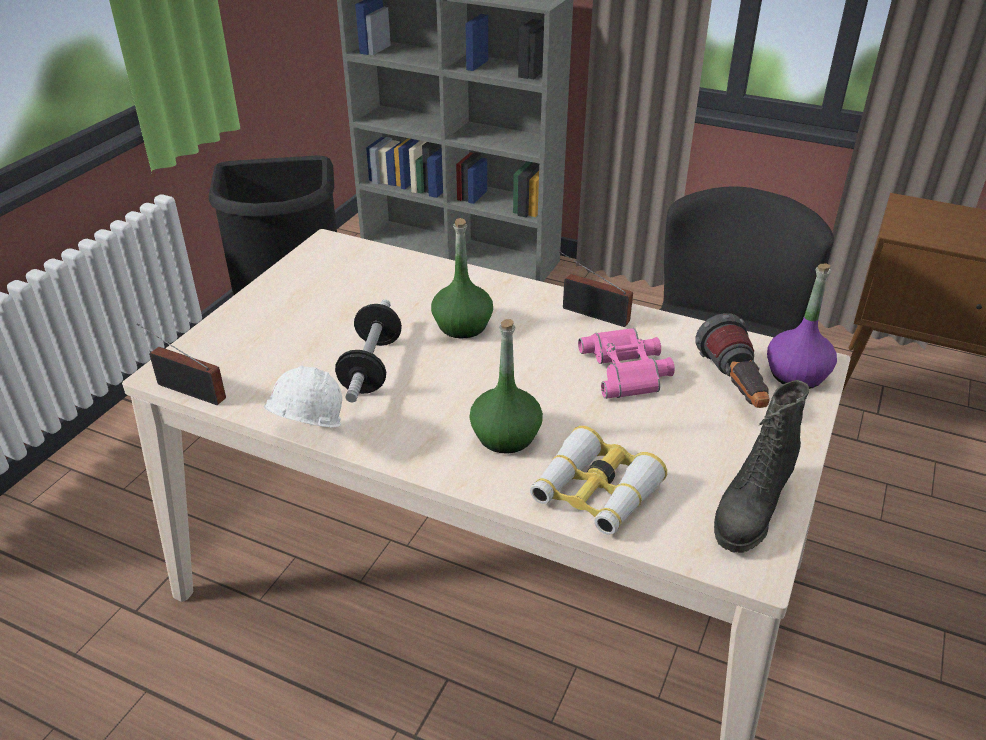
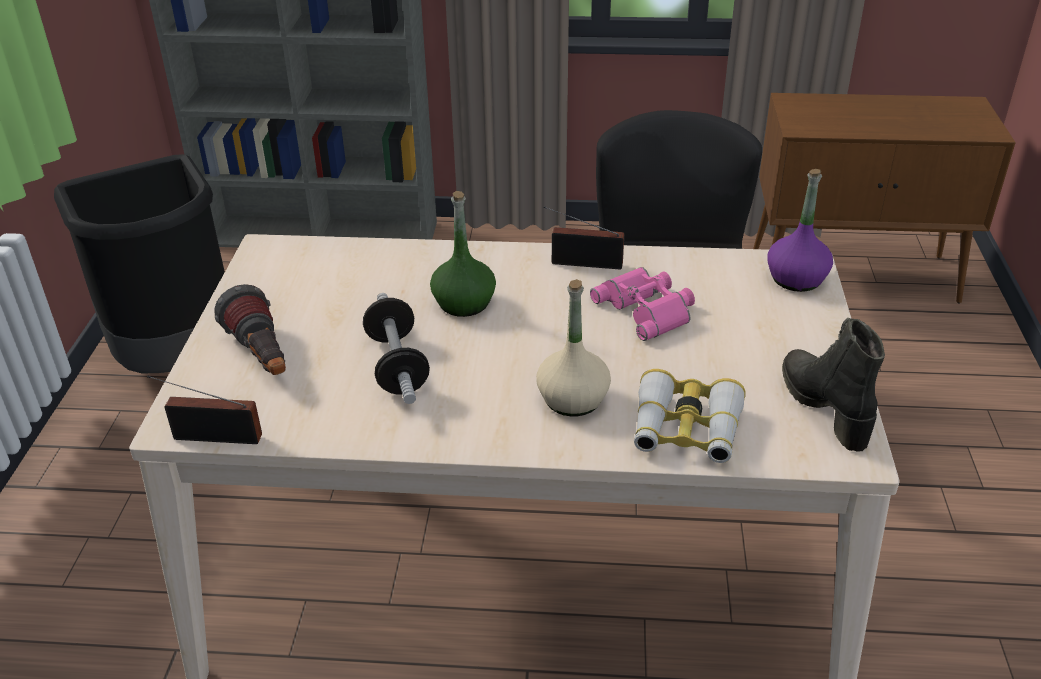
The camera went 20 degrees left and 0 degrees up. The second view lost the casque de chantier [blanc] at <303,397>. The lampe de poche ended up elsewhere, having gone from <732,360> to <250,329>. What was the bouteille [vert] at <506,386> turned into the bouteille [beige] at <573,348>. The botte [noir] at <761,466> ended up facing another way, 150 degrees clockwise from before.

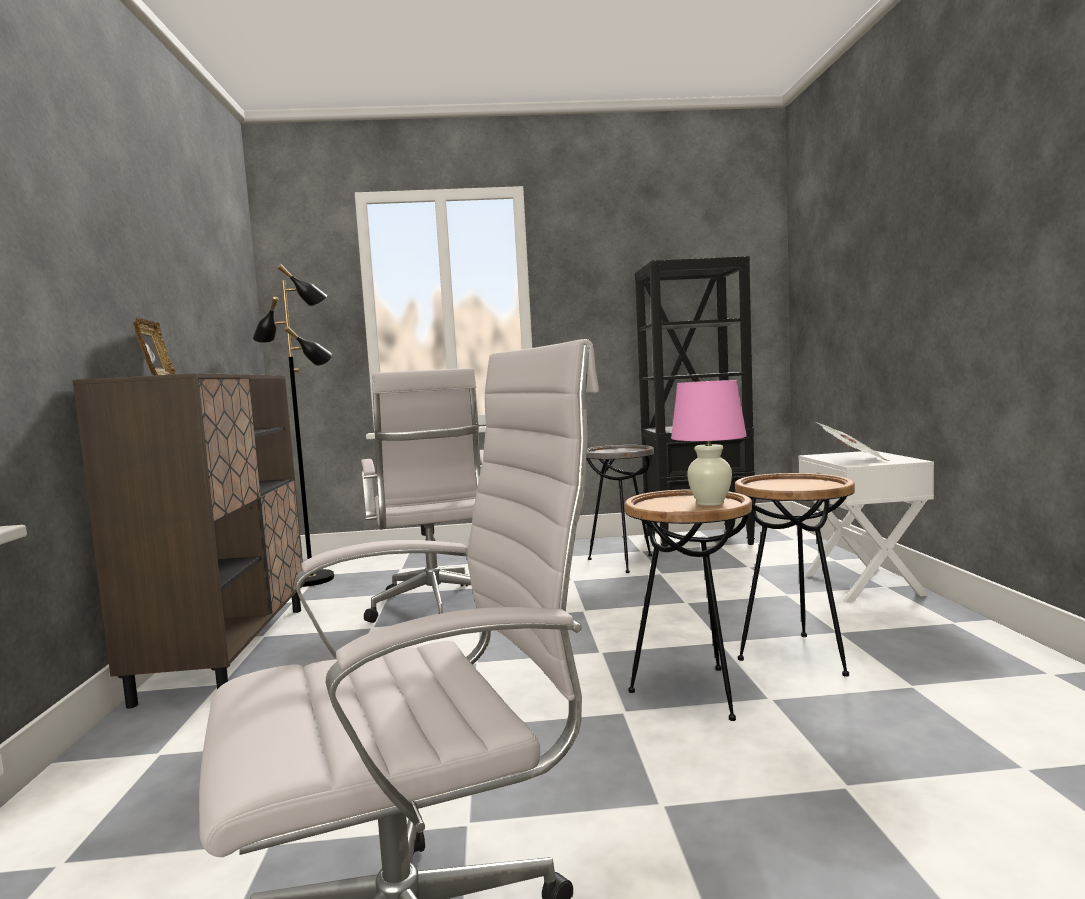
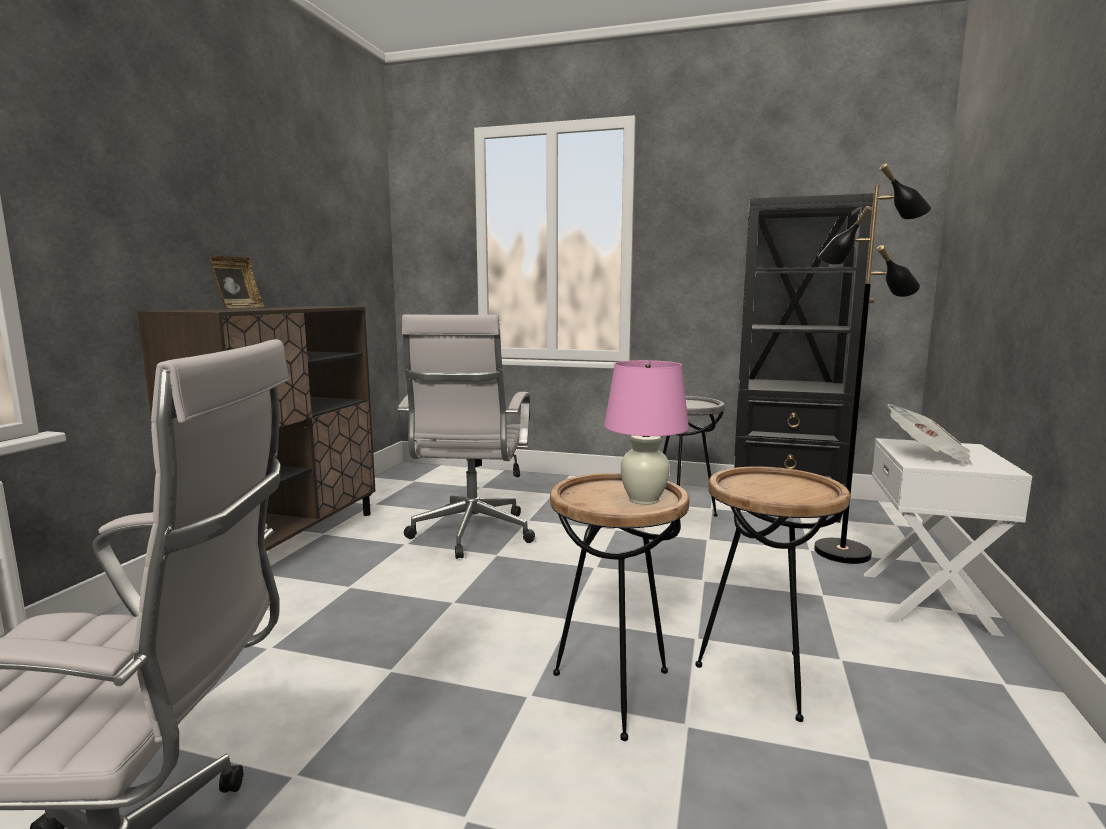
The camera went 20 degrees right and 5 degrees up. The lampadaire [noir] ended up elsewhere, having gone from <293,425> to <872,364>.

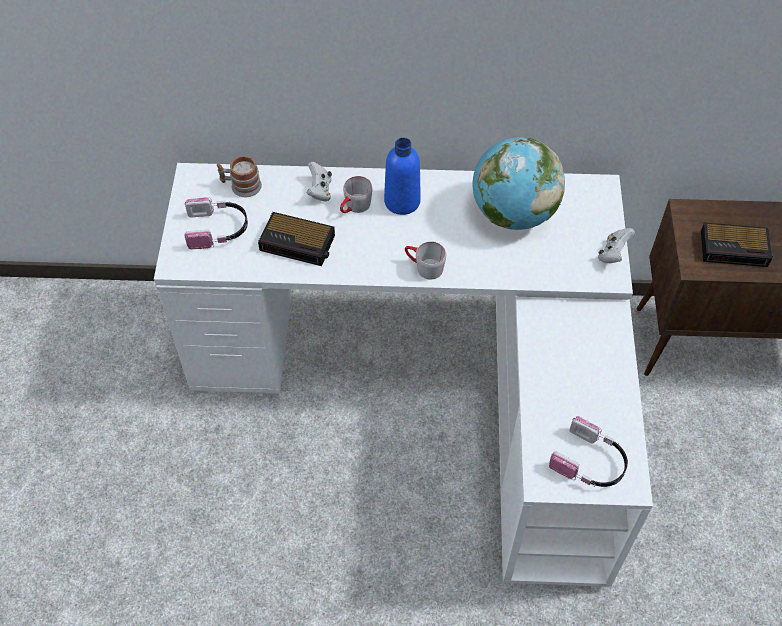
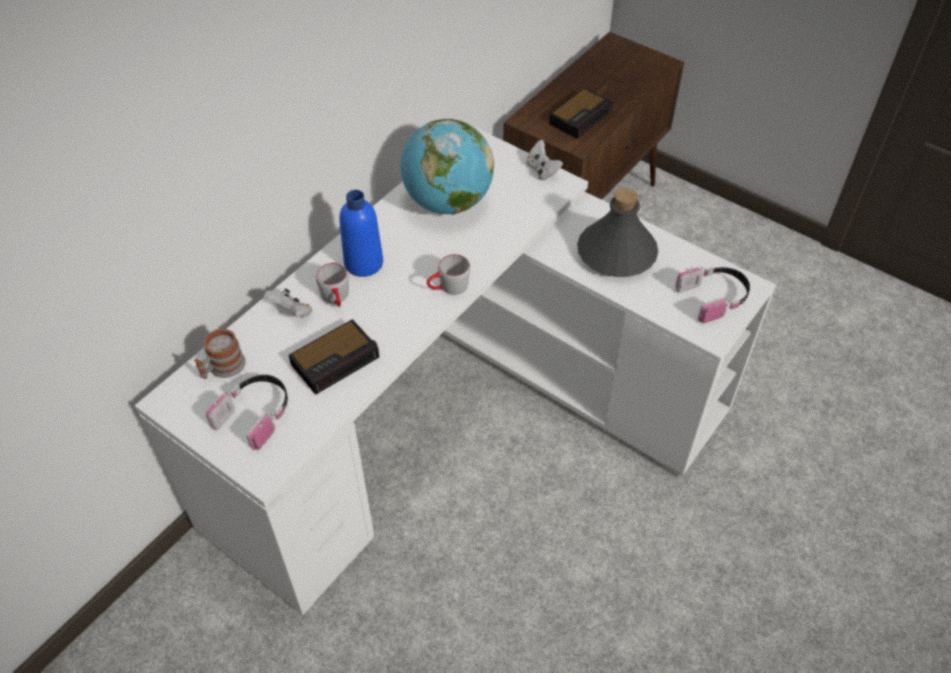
The camera went 55 degrees left and 5 degrees down. The second view gained the bouteille [gris] at <617,232>.

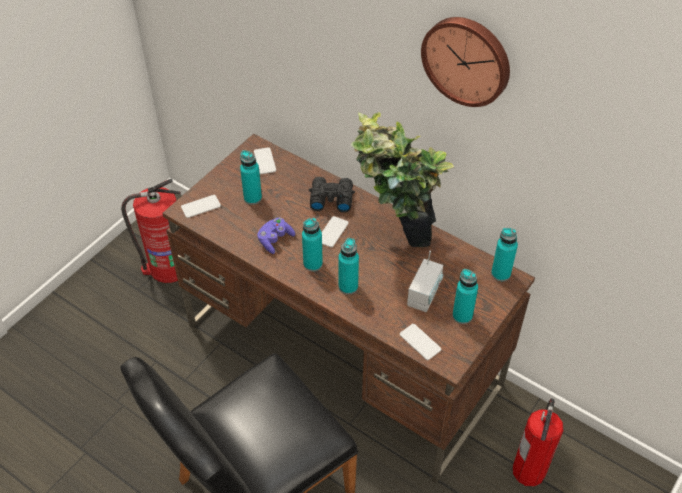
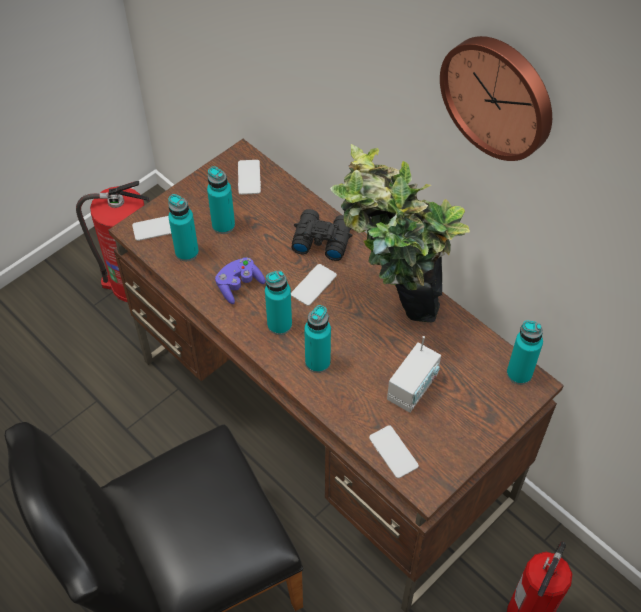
The camera went 10 degrees right and 5 degrees up. The bouteille [turquoise] ended up elsewhere, having gone from <465,296> to <183,227>.

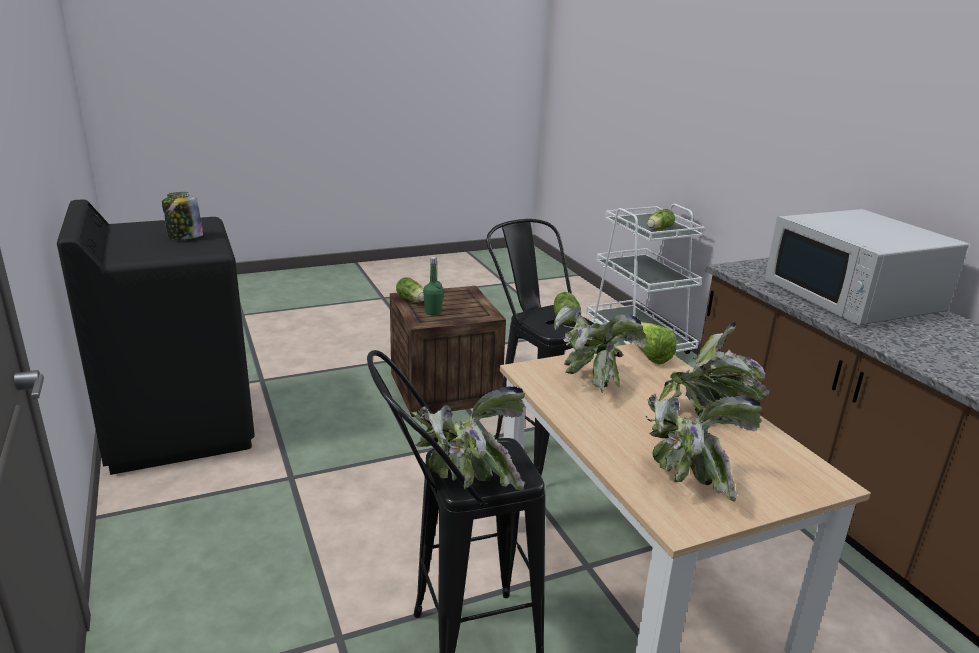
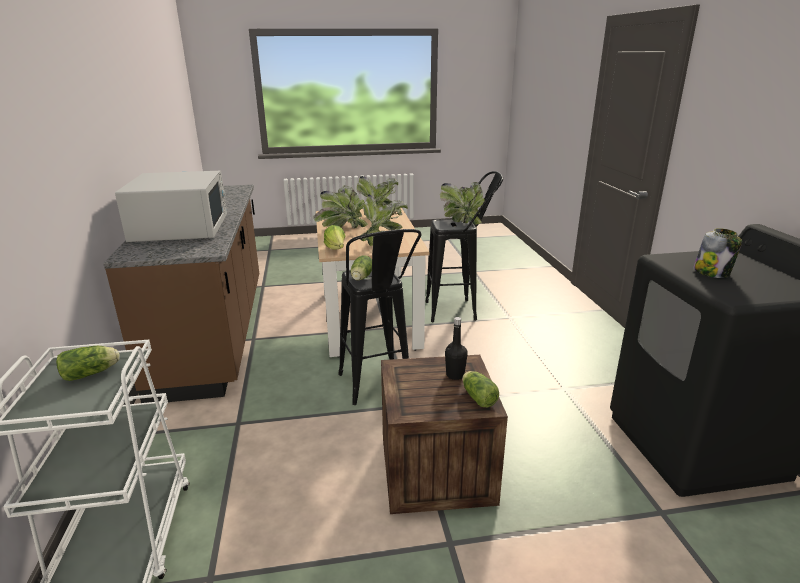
The camera went 165 degrees left and 0 degrees up. What was the bouteille [vert] at <433,286> turned into the bouteille [noir] at <456,348>.

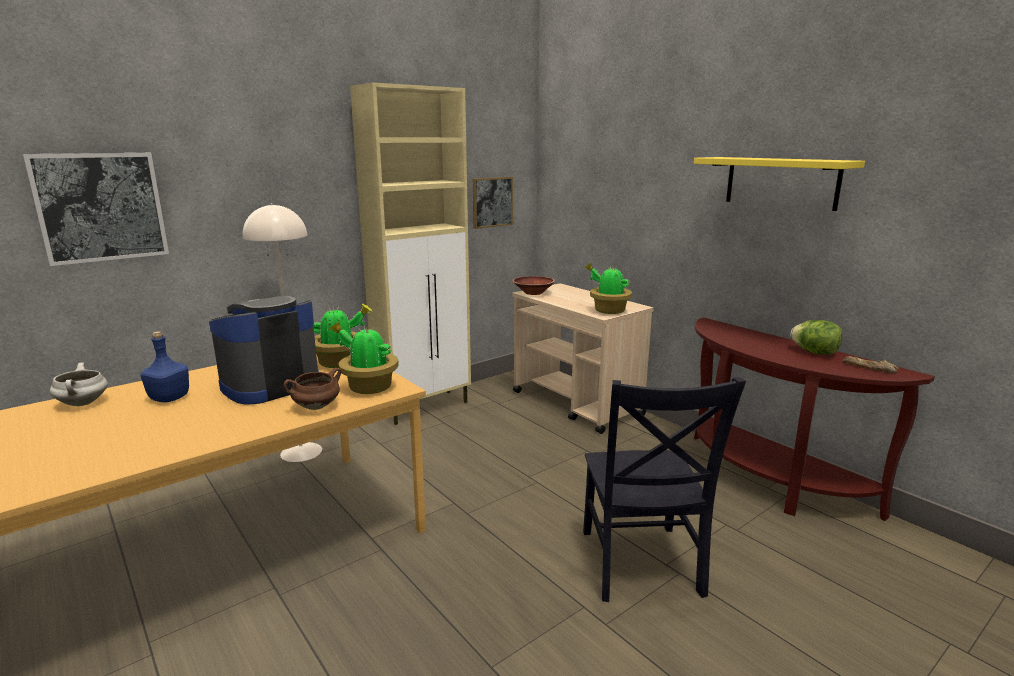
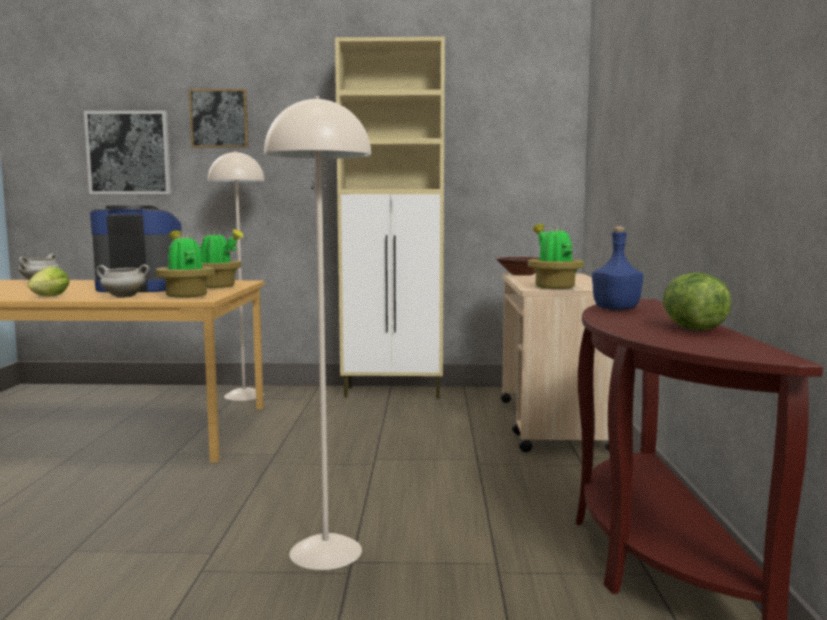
The camera went 40 degrees right and 10 degrees down. The second view lost the étagère [jaune] at <779,184>. The second view lost the pain at <871,364>. The second view gained the laitue at <48,281>. The bouteille [bleu] ended up elsewhere, having gone from <165,366> to <618,268>. The tableau ended up elsewhere, having gone from <493,203> to <219,118>. Where the chaise [noir] stood at <664,489>, the lampadaire [beige] came to stand at <317,333>. What was the marmite [marron] at <312,389> turned into the marmite [blanc] at <122,281>.

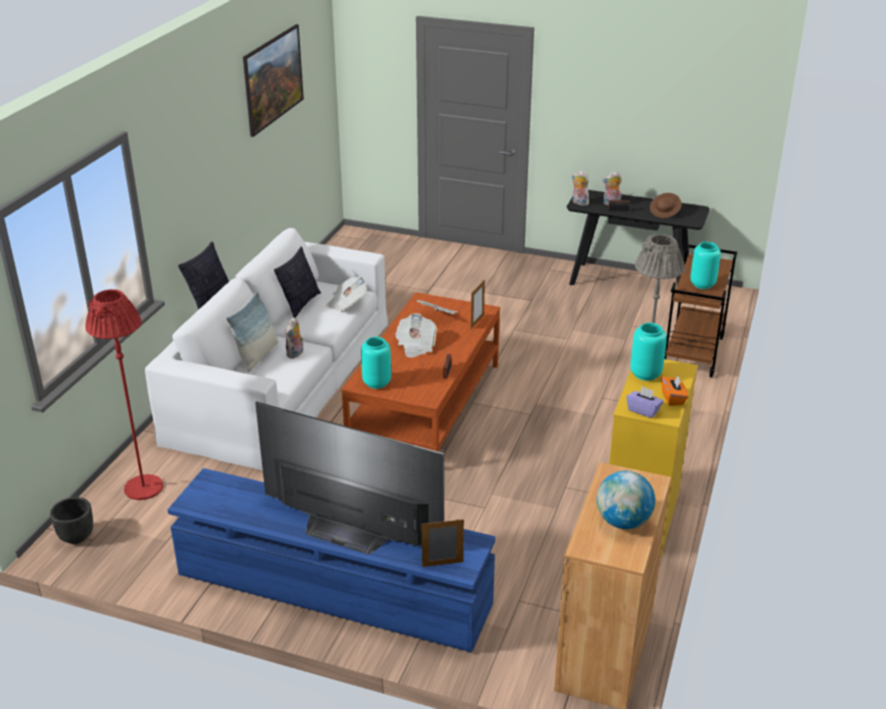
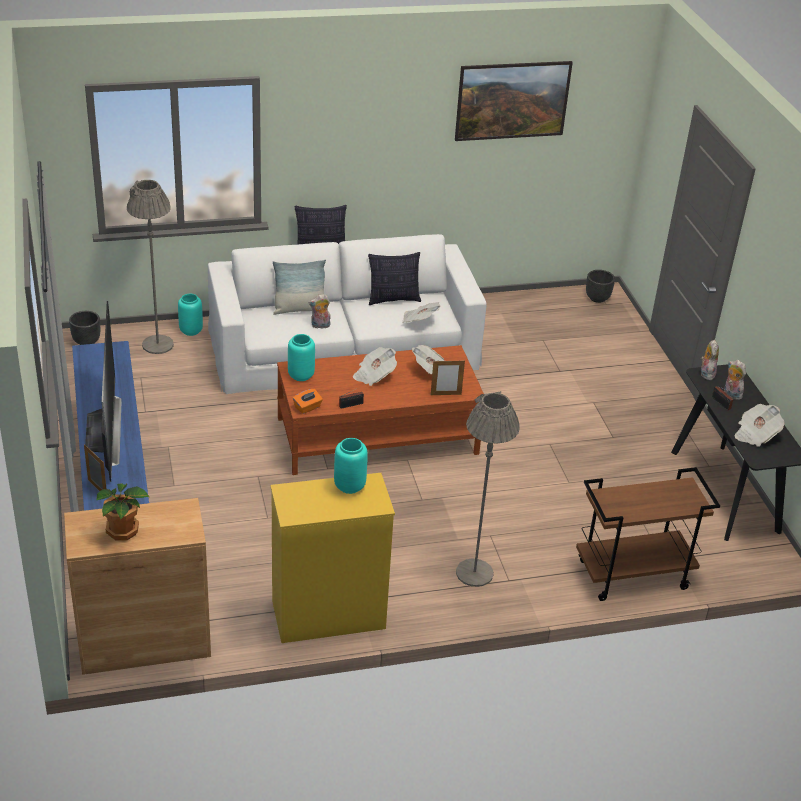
The camera went 55 degrees right and 5 degrees up. The second view lost the boîte à mouchoirs [violet] at <644,402>. The second view gained the cache-pot [noir] at <600,286>. The boîte à mouchoirs [orange] ended up elsewhere, having gone from <674,390> to <308,401>. The vase [turquoise] ended up elsewhere, having gone from <705,265> to <190,315>. Where the globe stood at <626,500>, the plante en pot came to stand at <123,512>. Where the chapeau [marron] stood at <666,205>, the journal came to stand at <759,425>. What was the lampadaire [rouge] at <124,394> turned into the lampadaire [gris] at <150,267>.

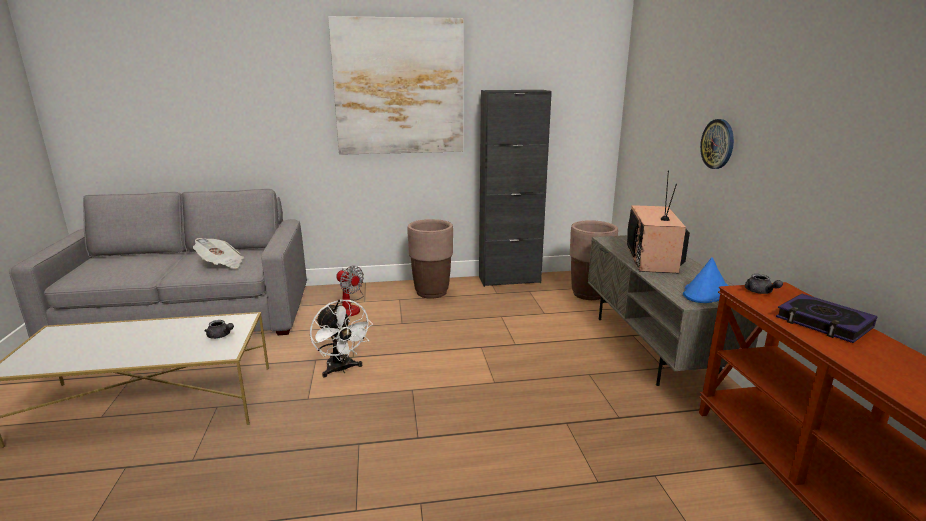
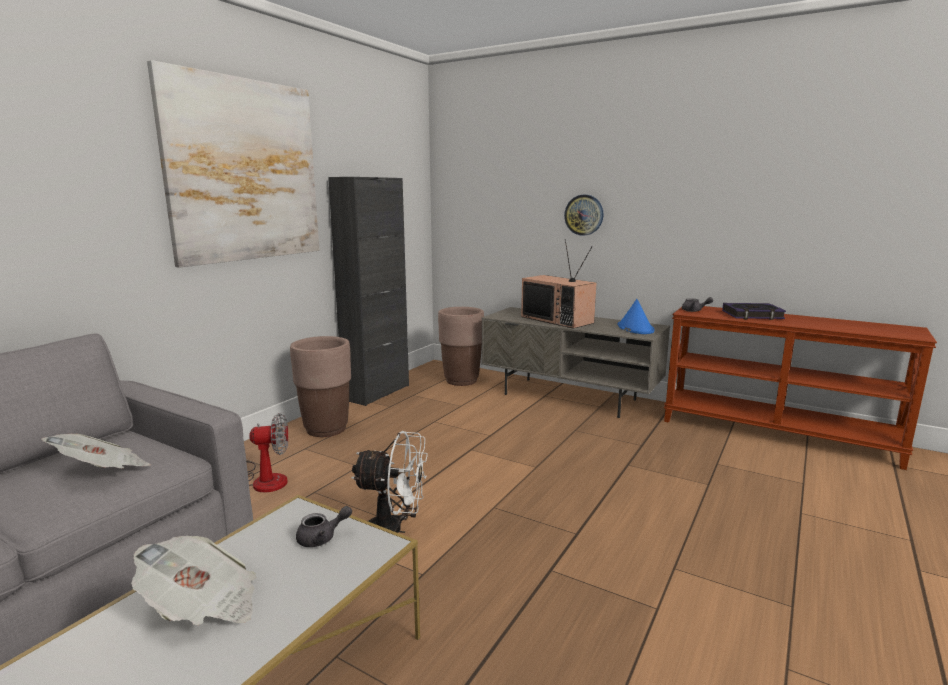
The camera went 50 degrees left and 5 degrees down. The second view gained the journal at <193,580>.

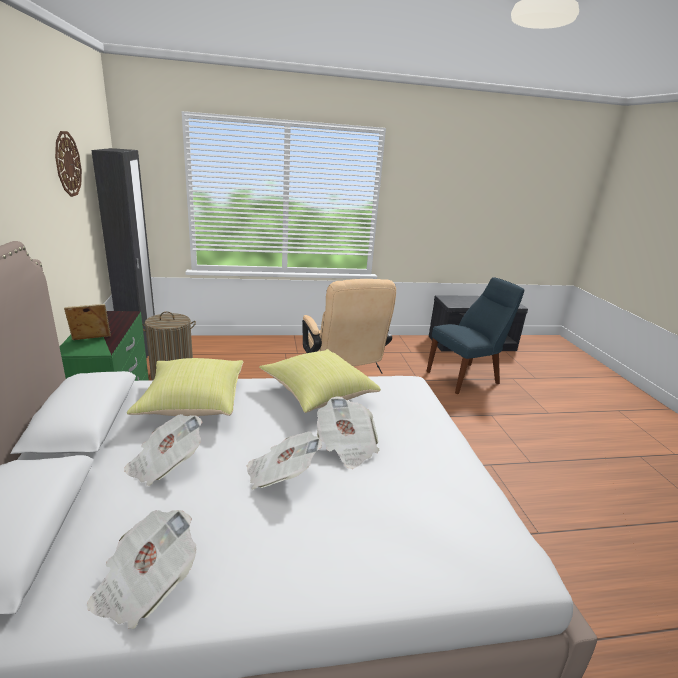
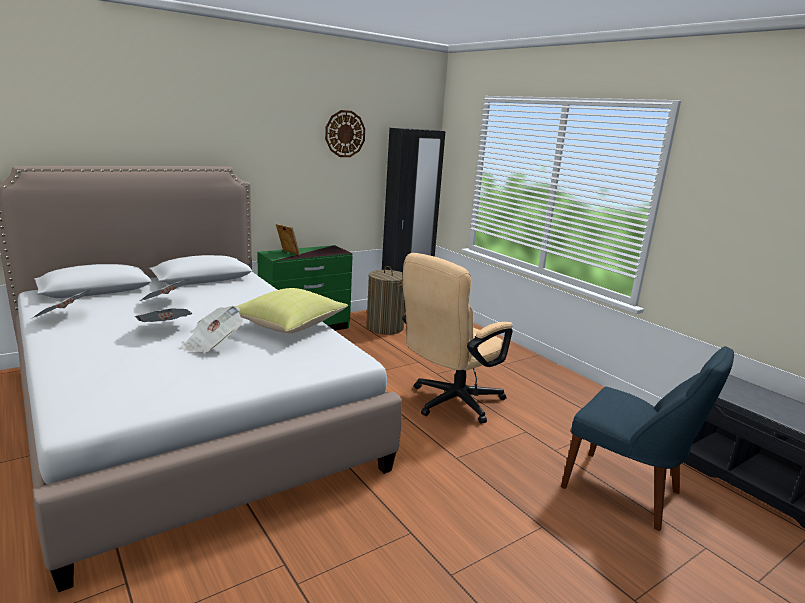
The camera went 65 degrees right and 5 degrees down. The second view lost the coussin [jaune] at <185,387>.

